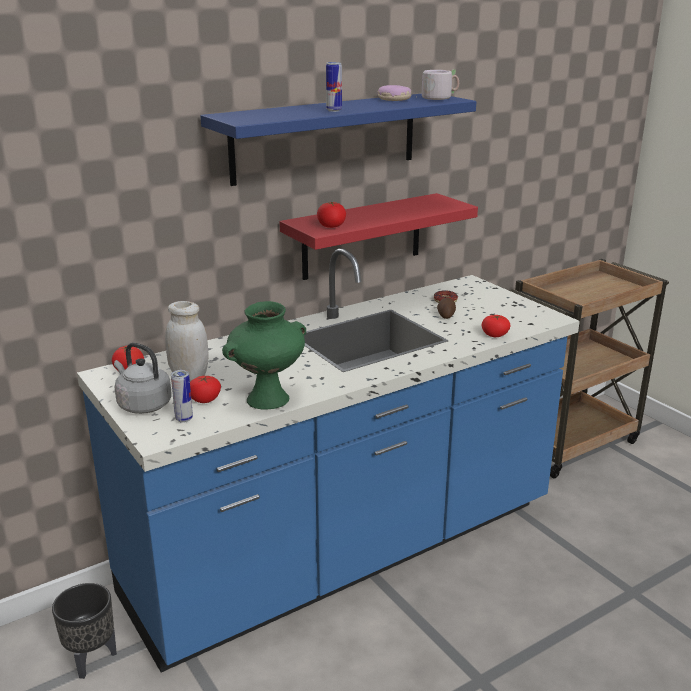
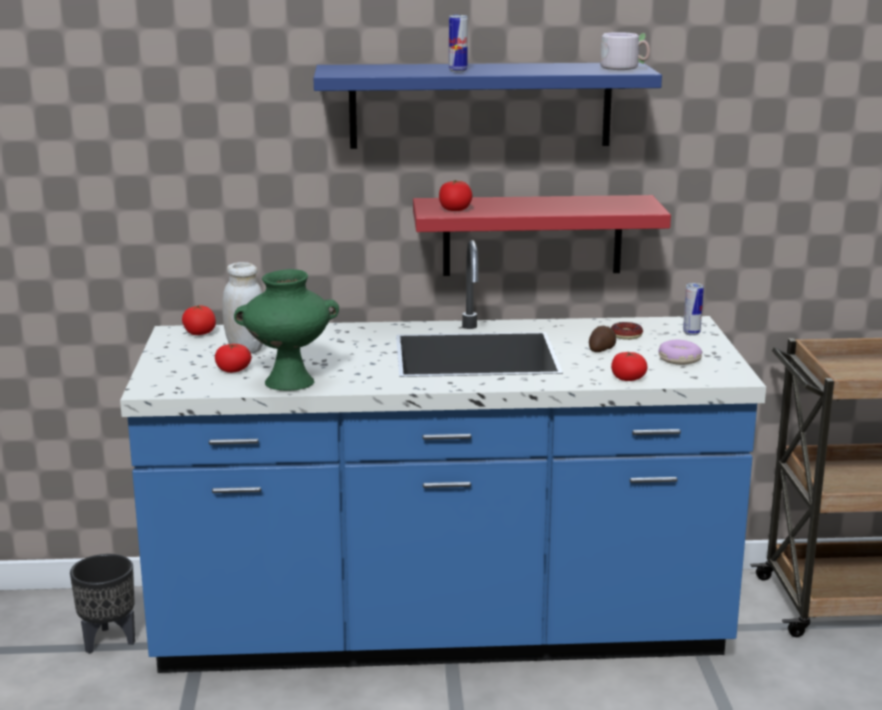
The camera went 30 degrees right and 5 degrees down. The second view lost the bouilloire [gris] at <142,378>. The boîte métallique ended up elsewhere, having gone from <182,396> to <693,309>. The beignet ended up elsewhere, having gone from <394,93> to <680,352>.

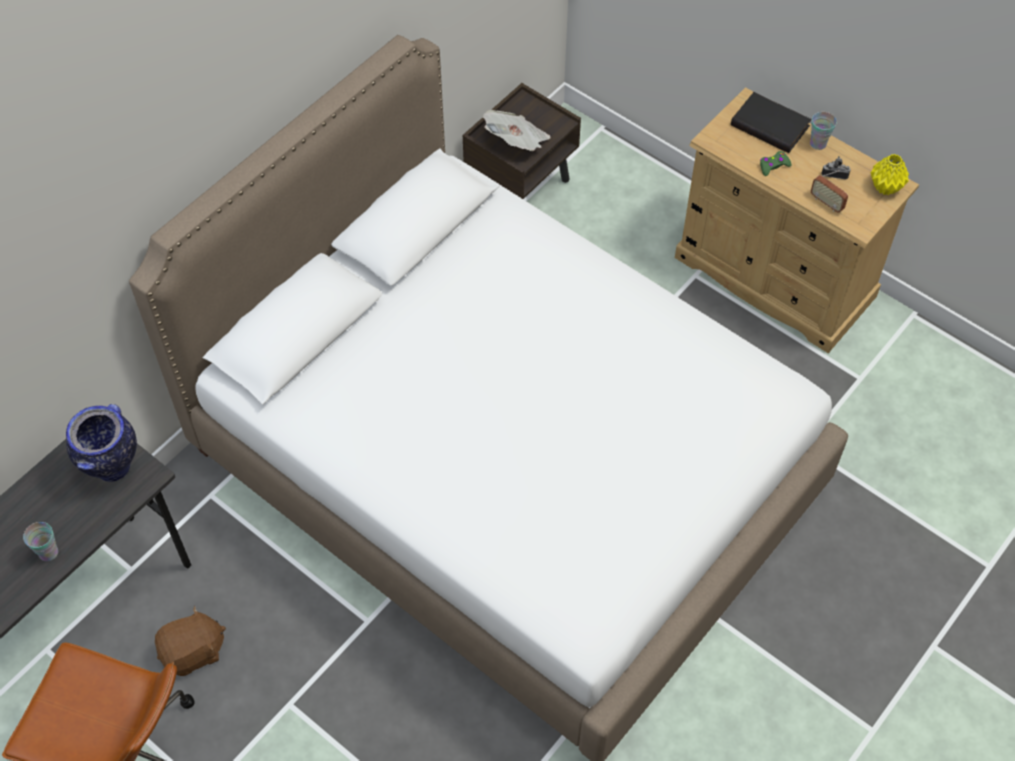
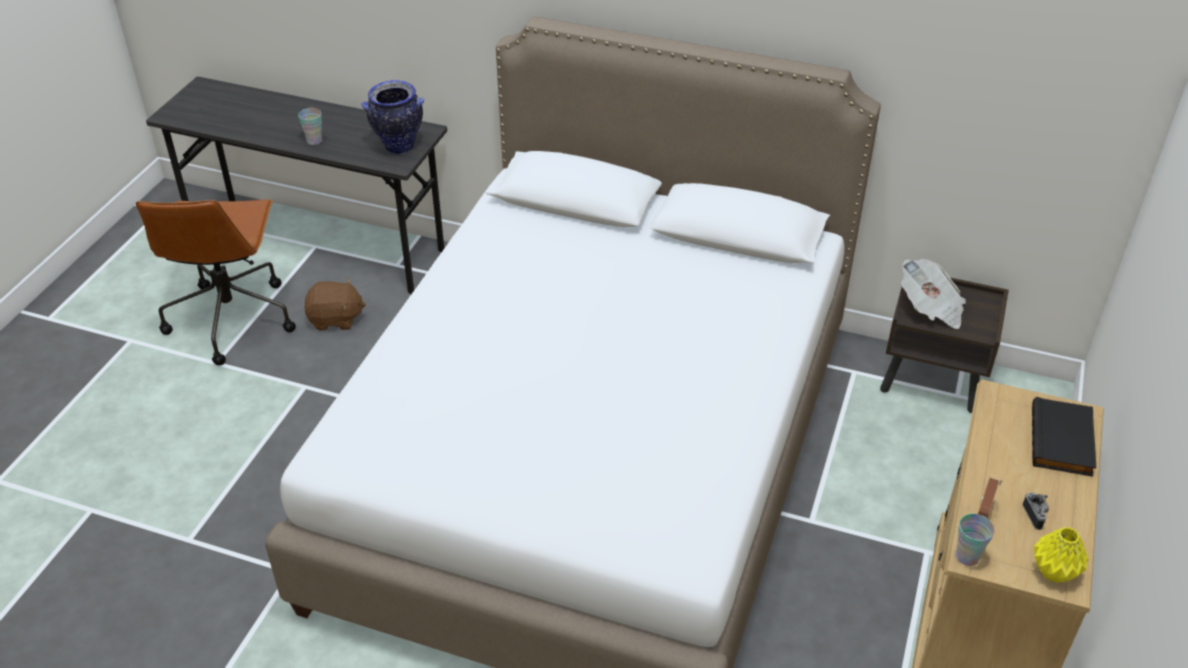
The camera went 70 degrees right and 15 degrees down. The second view lost the manette [vert] at <775,163>. The tasse ended up elsewhere, having gone from <823,131> to <975,540>. The peluche [marron] at <190,641> ended up facing another way, 45 degrees counterclockwise from before.

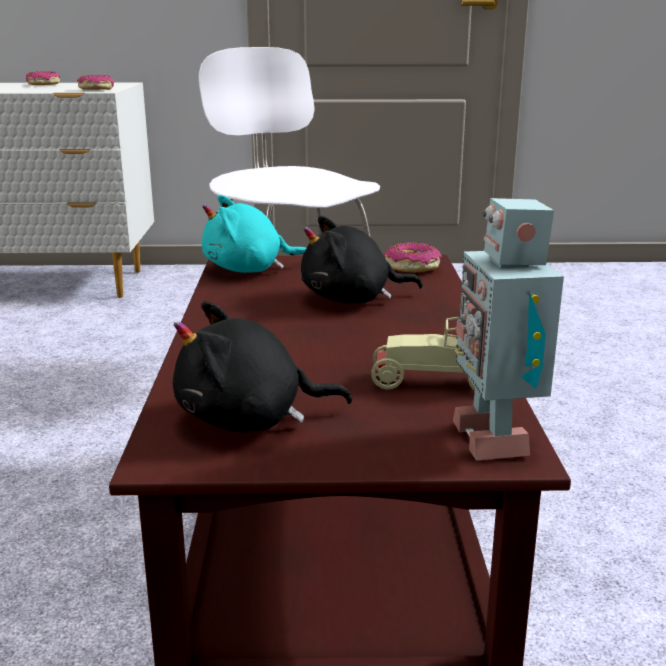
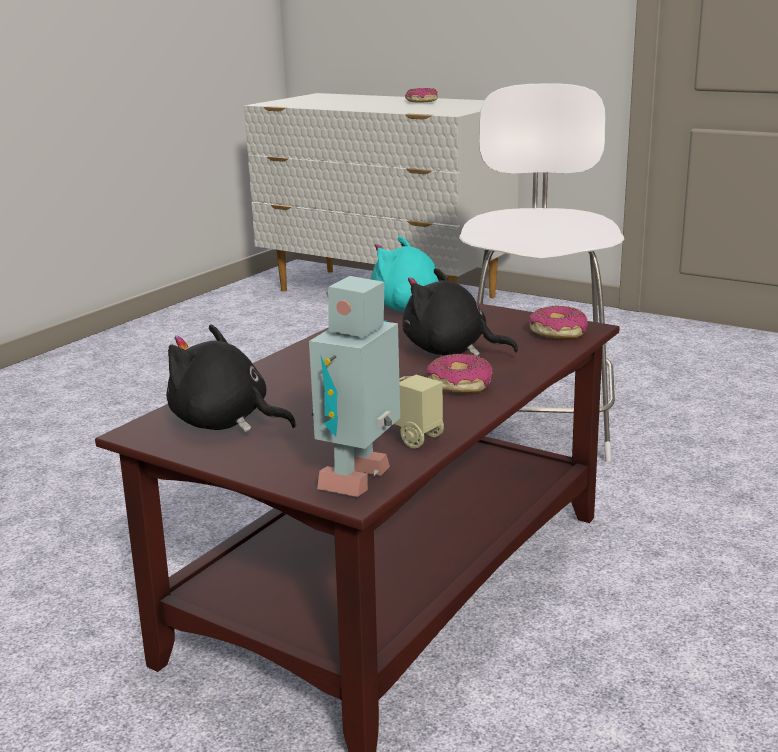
The camera went 35 degrees right and 0 degrees up. The beignet ended up elsewhere, having gone from <95,82> to <459,373>.

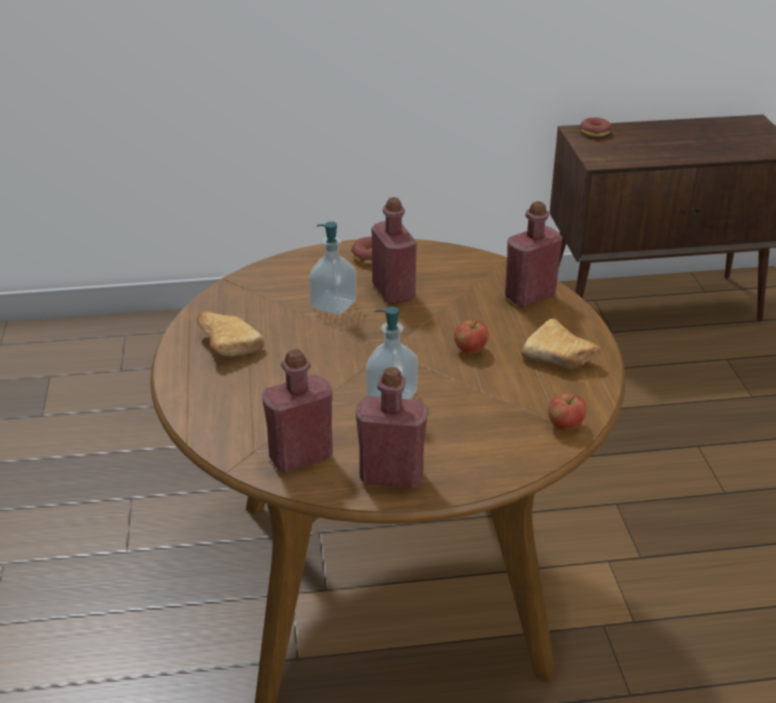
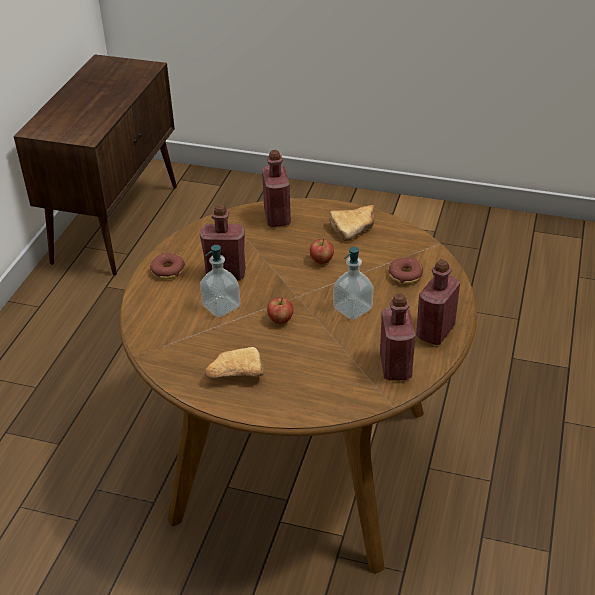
The camera went 65 degrees left and 5 degrees up. The pomme ended up elsewhere, having gone from <567,412> to <280,310>. The beignet ended up elsewhere, having gone from <596,127> to <405,271>.

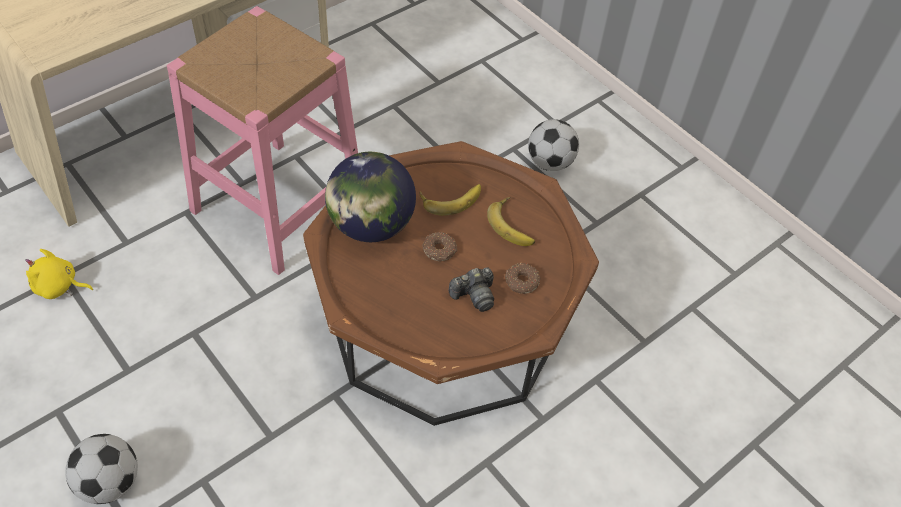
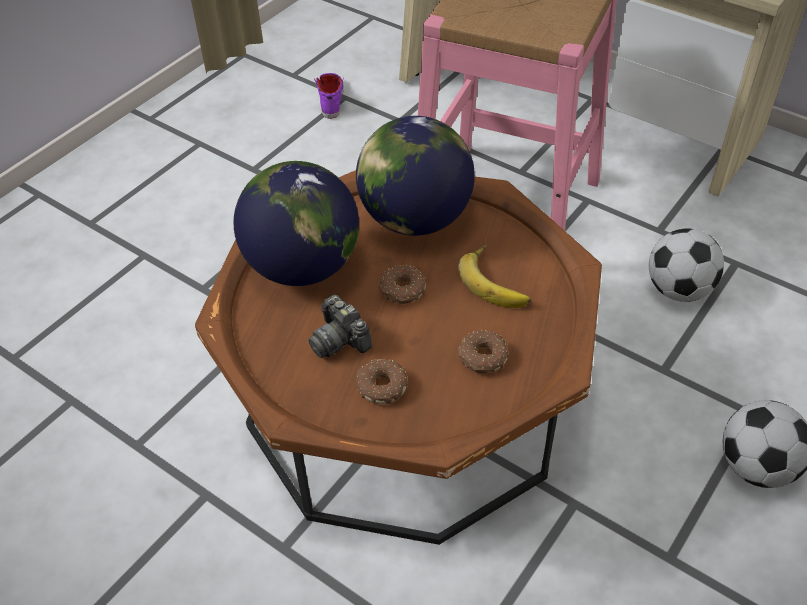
The camera went 80 degrees right and 5 degrees down. The second view gained the globe at <296,223>. The ballon de foot ended up elsewhere, having gone from <101,469> to <686,265>. Where the peluche [jaune] stood at <59,274>, the chaussure [violet] came to stand at <329,96>. Where the banane stood at <511,221>, the beignet came to stand at <482,351>.

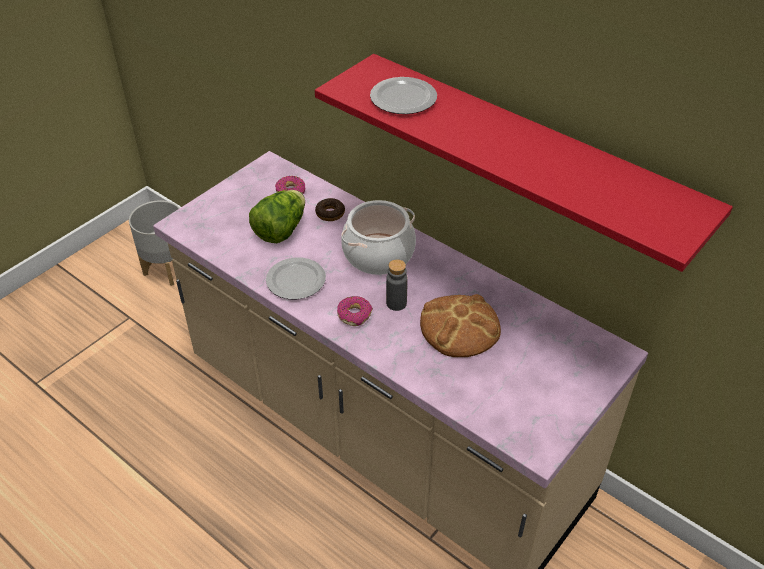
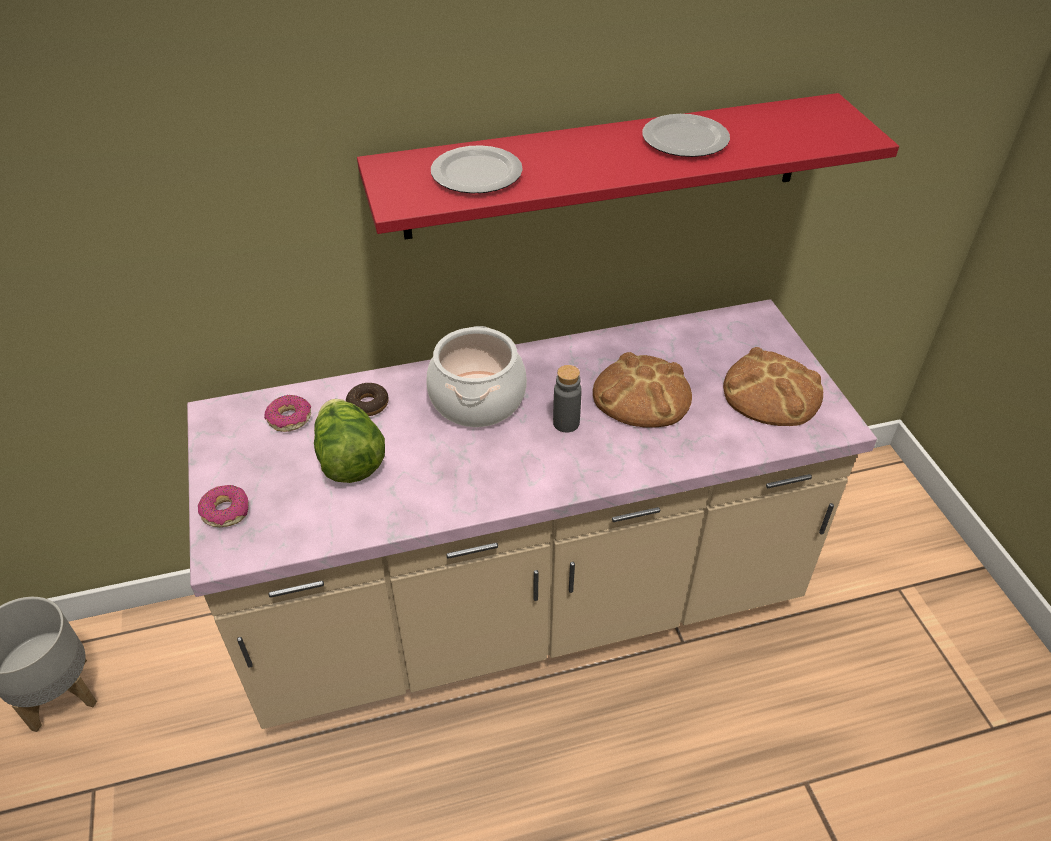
The camera went 55 degrees left and 0 degrees up. The second view gained the pain at <773,386>. The assiette ended up elsewhere, having gone from <296,278> to <686,135>. The beignet ended up elsewhere, having gone from <355,311> to <223,506>.

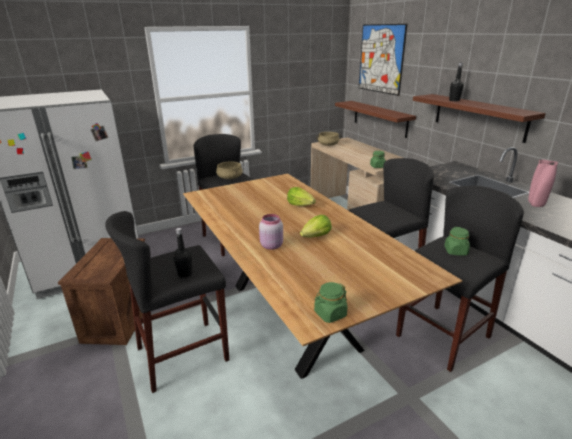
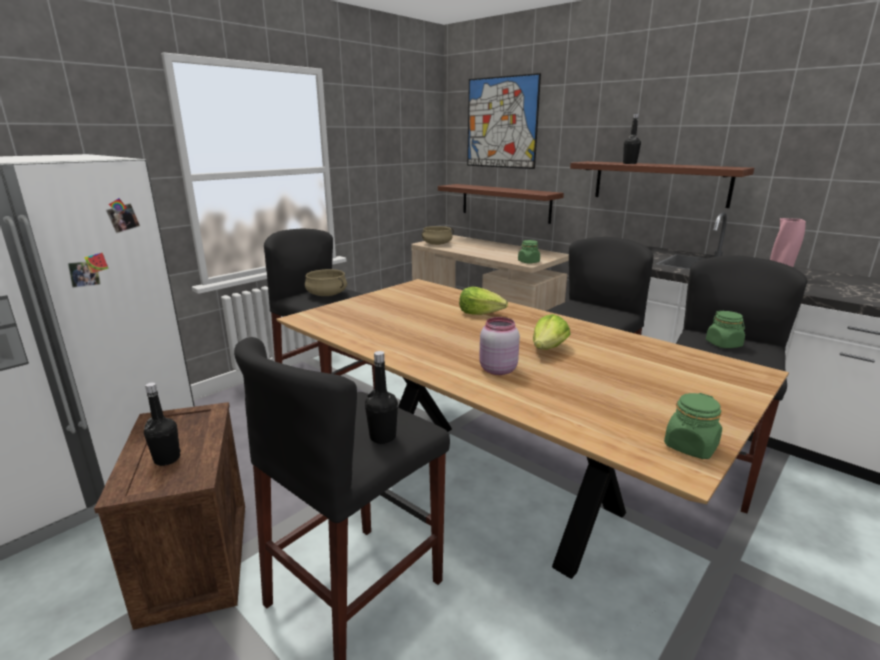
The camera went 20 degrees left and 5 degrees down. The second view gained the bouteille [noir] at <162,424>.

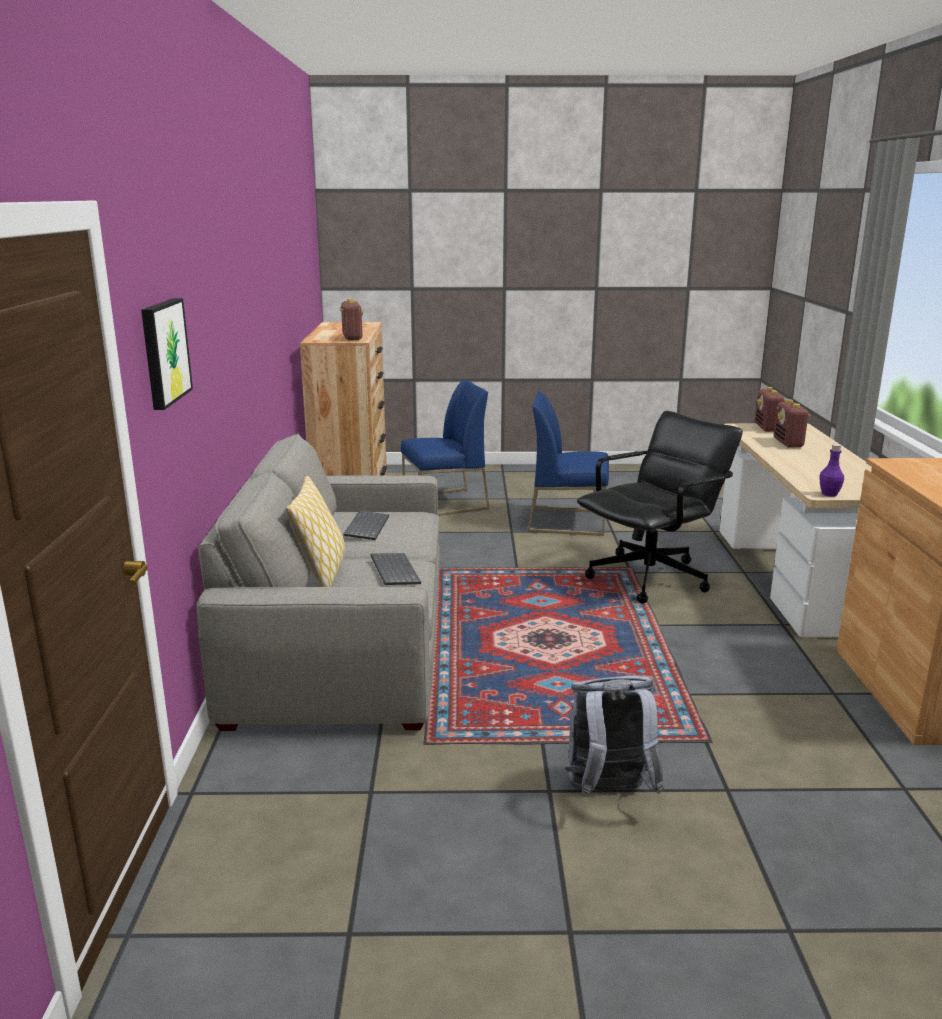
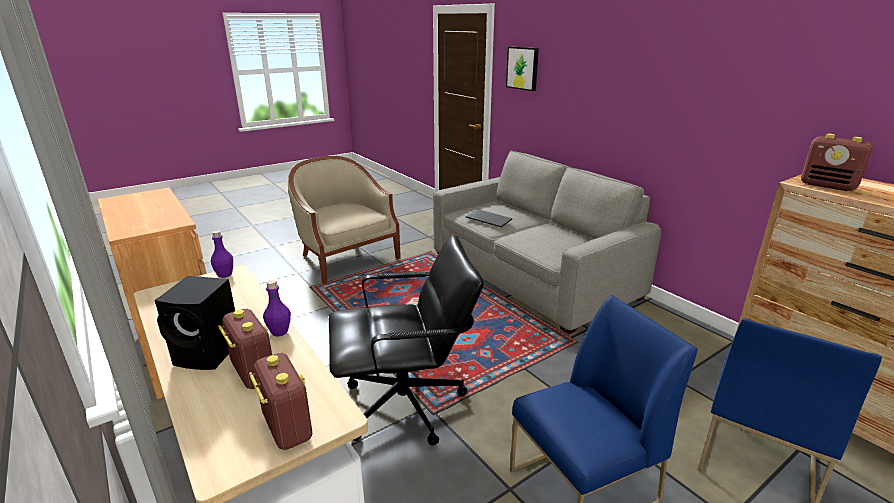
The camera went 145 degrees right and 5 degrees up. The second view lost the coussin at <315,531>. The second view lost the clavier at <366,525>. The second view gained the enceinte [noir] at <195,323>. The second view gained the bouteille [violet] at <277,308>. Where the sac à dos [gris] stood at <614,736>, the fauteuil [beige] came to stand at <344,220>. The chaise de bureau [noir] at <660,507> ended up facing another way, 120 degrees counterclockwise from before.

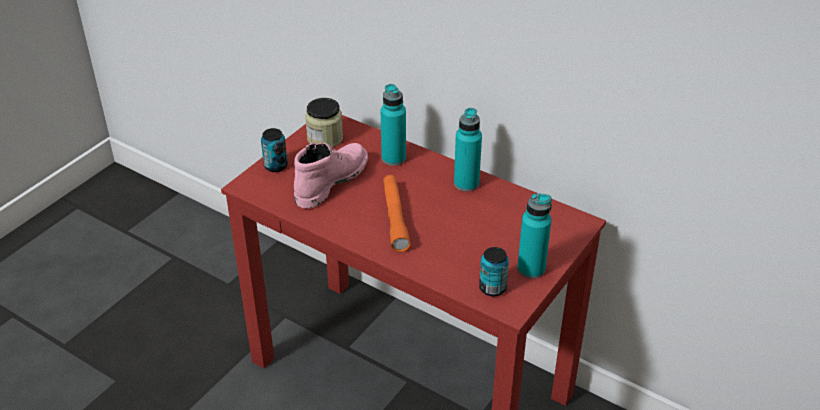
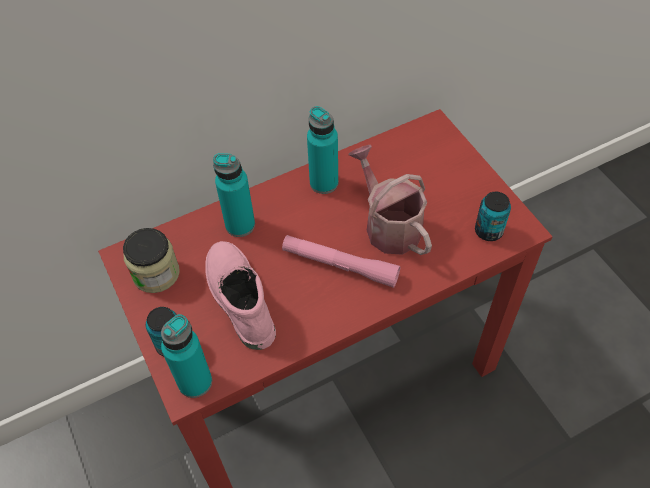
The camera went 60 degrees left and 15 degrees up. The second view gained the arrosoir at <390,200>. The bouteille [turquoise] ended up elsewhere, having gone from <534,236> to <186,356>. What was the lampe de poche [orange] at <397,213> turned into the lampe de poche [rose] at <341,261>.

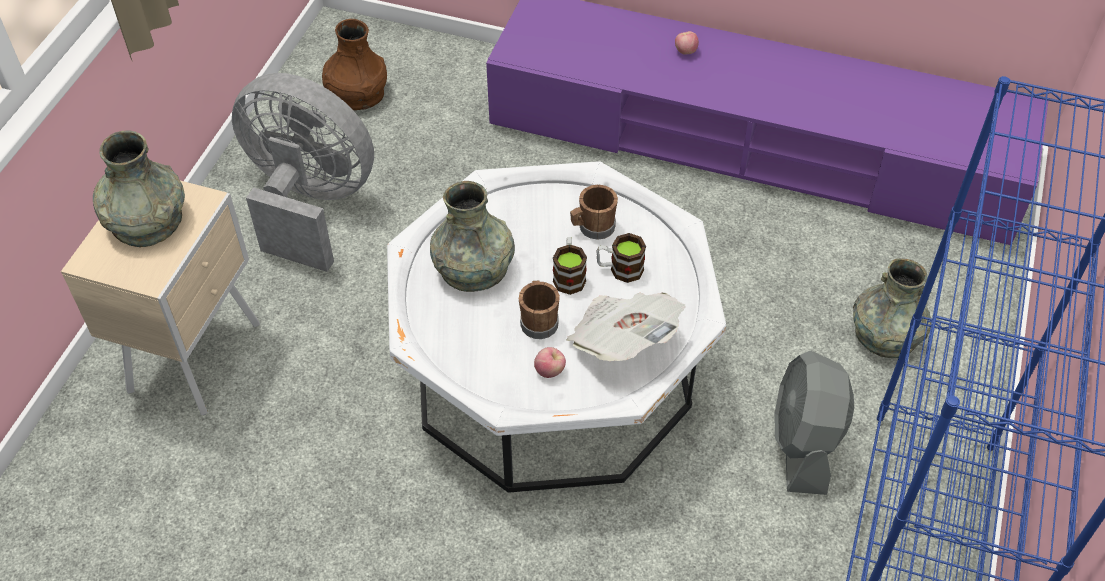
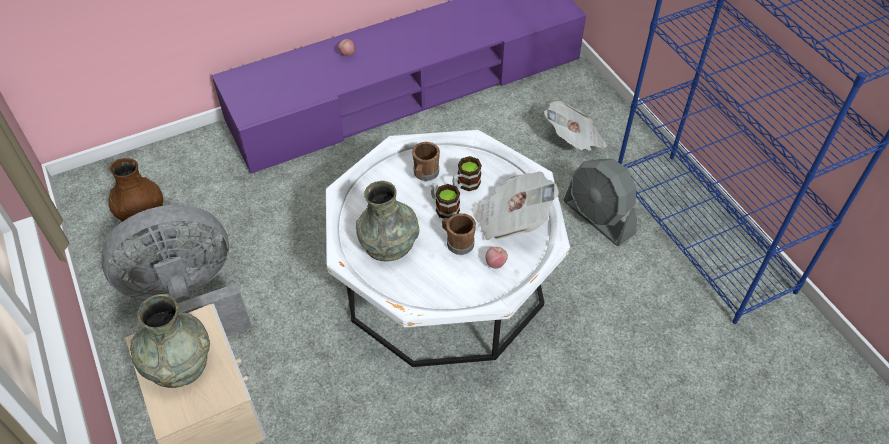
The camera went 45 degrees left and 0 degrees up. Where the vase [gris] stood at <892,308>, the journal came to stand at <575,126>.

